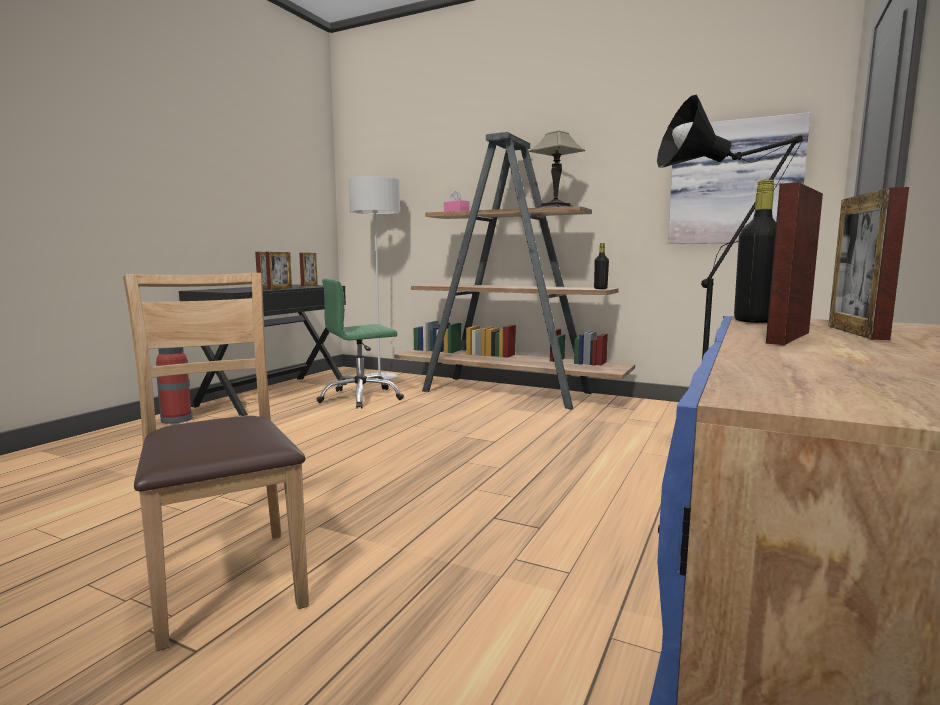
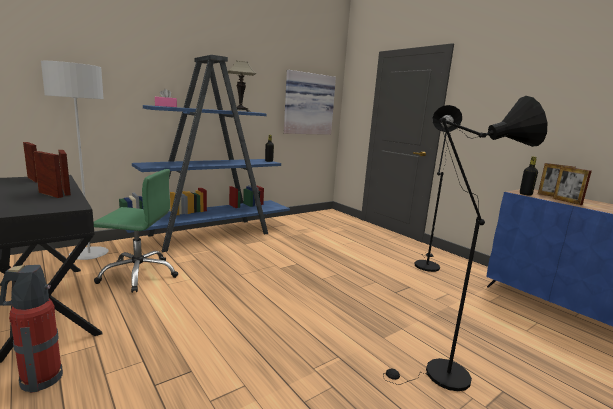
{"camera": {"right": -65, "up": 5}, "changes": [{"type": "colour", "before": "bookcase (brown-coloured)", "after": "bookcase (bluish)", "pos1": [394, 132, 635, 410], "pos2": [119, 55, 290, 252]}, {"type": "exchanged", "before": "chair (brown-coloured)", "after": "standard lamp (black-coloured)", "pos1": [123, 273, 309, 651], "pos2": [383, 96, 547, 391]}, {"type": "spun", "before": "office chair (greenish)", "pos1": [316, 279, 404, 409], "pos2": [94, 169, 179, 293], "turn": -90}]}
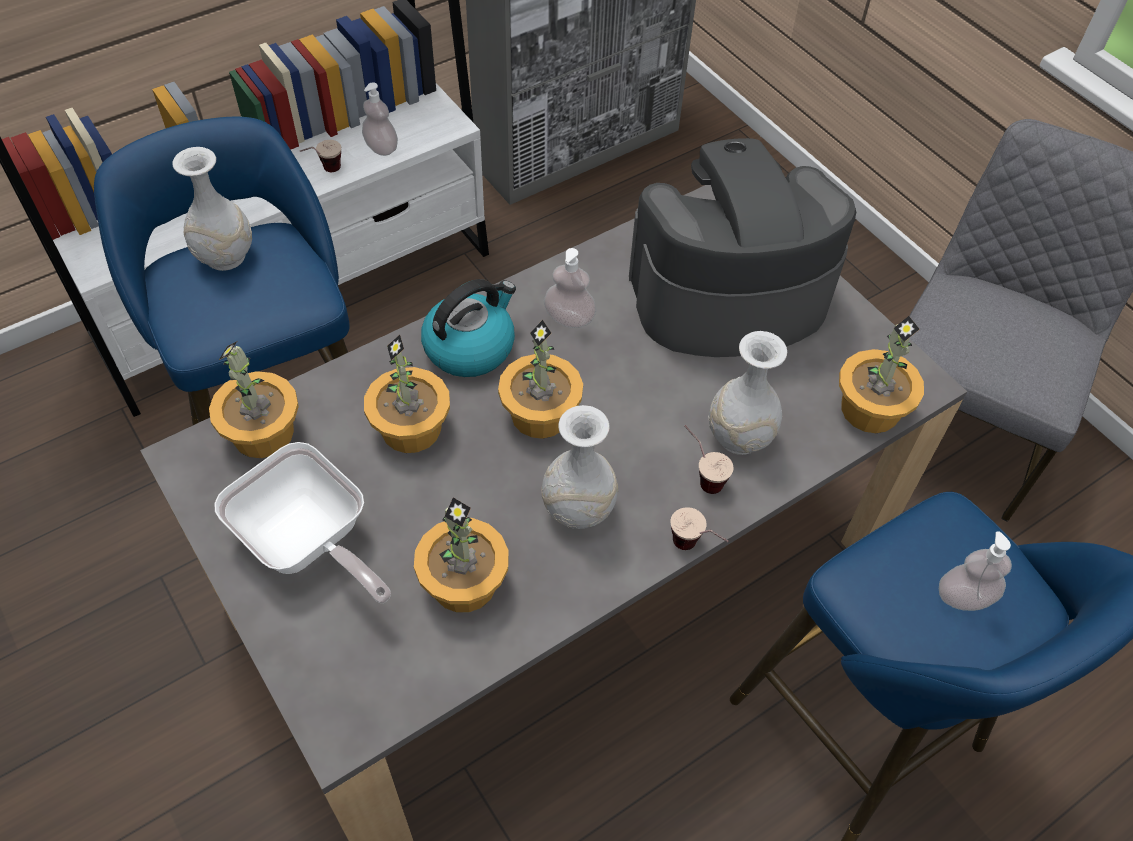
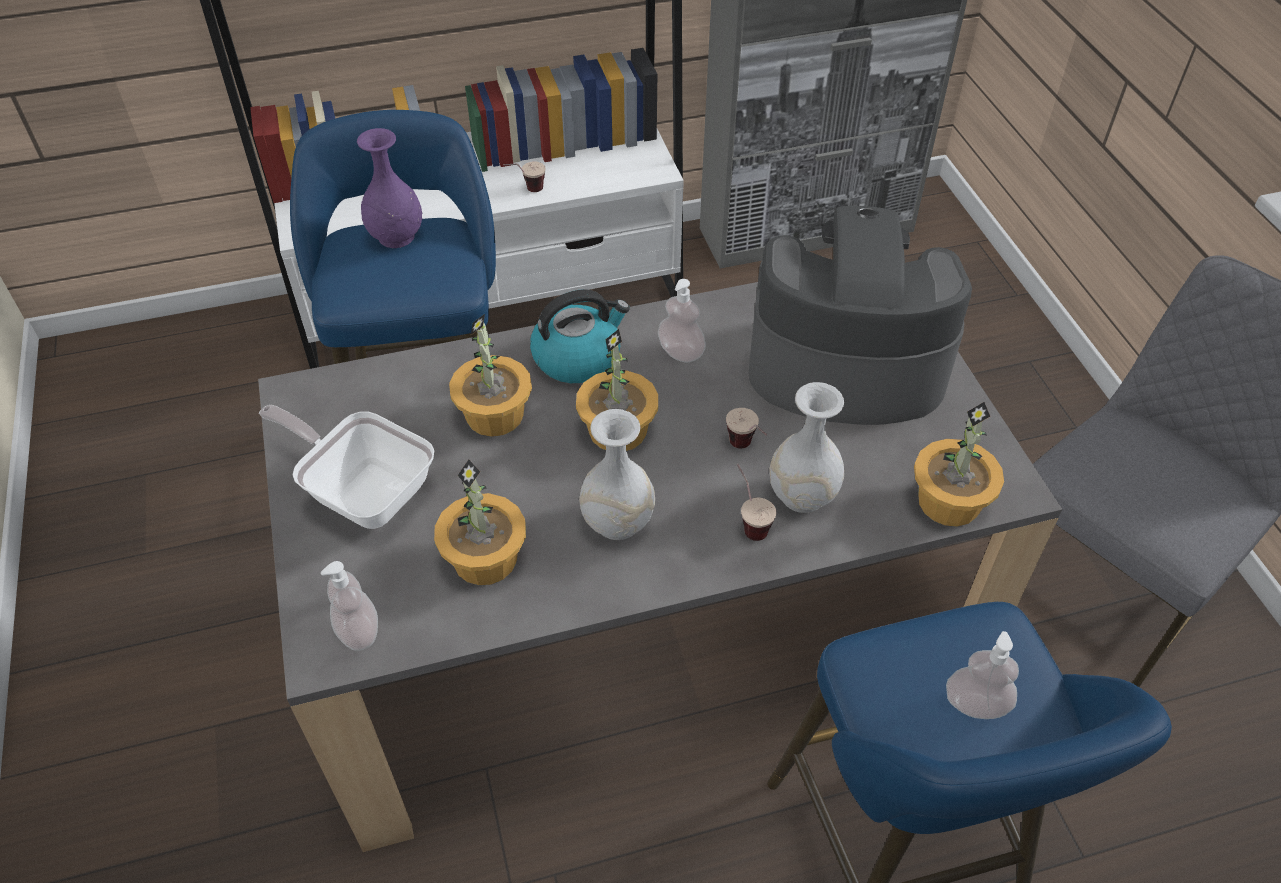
{"camera": {"right": 20, "up": -5}, "changes": [{"type": "relocated", "before": "liquid soap bottle", "pos1": [362, 82, 398, 156], "pos2": [321, 561, 378, 651]}, {"type": "colour", "before": "decorative vase (white-coloured)", "after": "decorative vase (purple)", "pos1": [172, 147, 252, 271], "pos2": [357, 128, 422, 248]}, {"type": "missing", "before": "potted plant", "pos1": [209, 342, 299, 458]}, {"type": "spun", "before": "frying pan", "pos1": [214, 442, 391, 603], "pos2": [259, 405, 434, 529], "turn": 150}, {"type": "relocated", "before": "cup", "pos1": [671, 507, 729, 550], "pos2": [726, 408, 767, 448]}]}
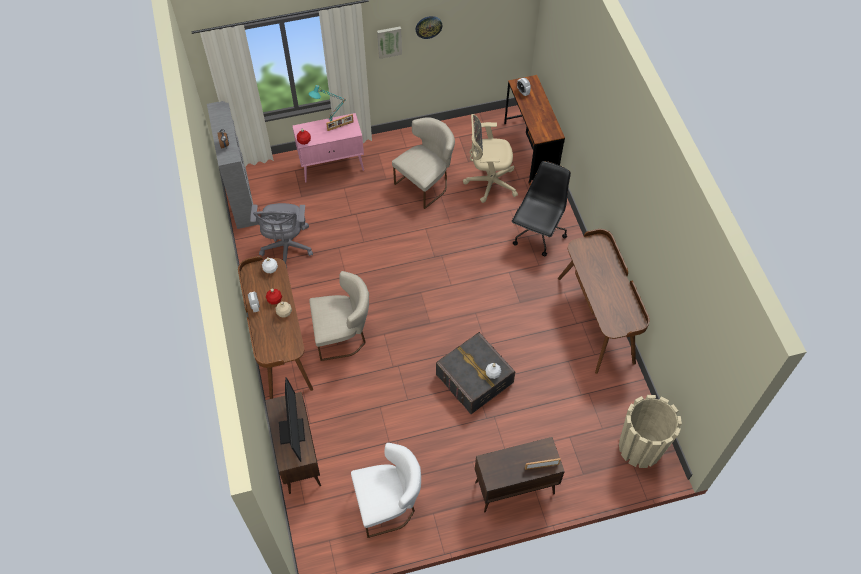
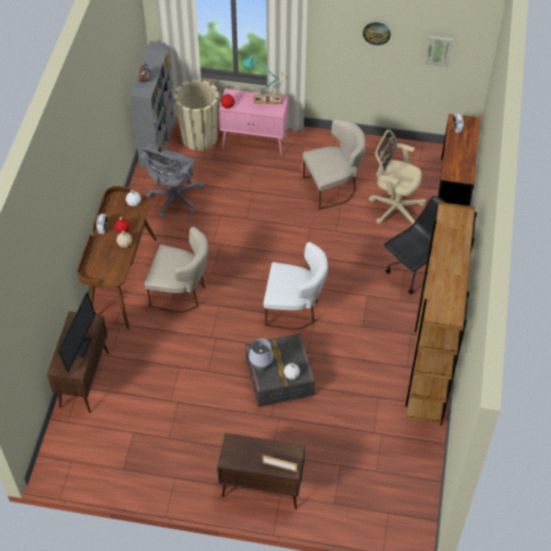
{"camera": {"right": 25, "up": -5}, "changes": [{"type": "relocated", "before": "wall picture", "pos1": [377, 27, 402, 59], "pos2": [425, 36, 453, 67]}, {"type": "exchanged", "before": "desk (brown-coloured)", "after": "bookcase (brown-coloured)", "pos1": [558, 229, 650, 374], "pos2": [405, 202, 477, 425]}, {"type": "relocated", "before": "plant pot (sand-coloured)", "pos1": [619, 395, 682, 468], "pos2": [174, 80, 219, 151]}, {"type": "relocated", "before": "chair (white-coloured)", "pos1": [351, 443, 421, 538], "pos2": [264, 242, 328, 330]}, {"type": "appeared", "after": "lamp for a table (gray)", "pos2": [249, 338, 274, 372]}]}
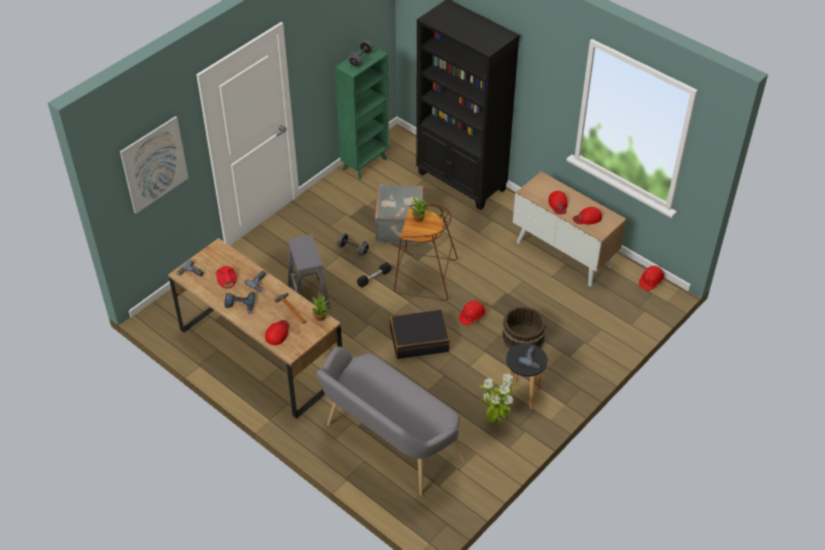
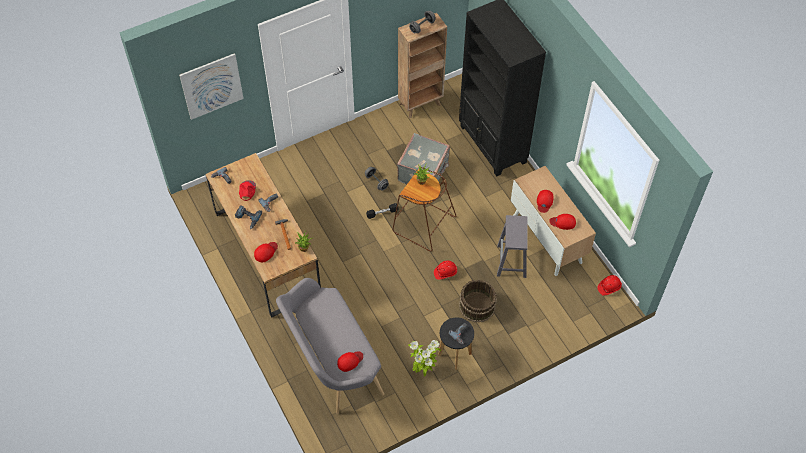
{"camera": {"right": 20, "up": 10}, "changes": [{"type": "colour", "before": "bookcase (greenish)", "after": "bookcase (brown-coloured)", "pos1": [335, 46, 389, 179], "pos2": [398, 13, 447, 118]}, {"type": "relocated", "before": "stool seat (gray)", "pos1": [288, 235, 331, 309], "pos2": [497, 215, 528, 278]}, {"type": "missing", "before": "piece of luggage (black-coloured)", "pos1": [390, 309, 450, 359]}, {"type": "appeared", "after": "peaked cap (red)", "pos2": [337, 351, 363, 372]}]}
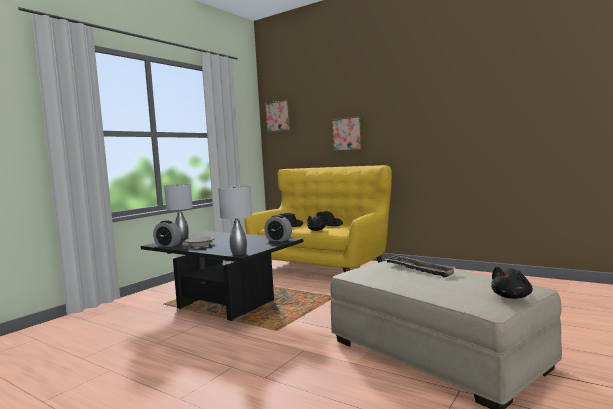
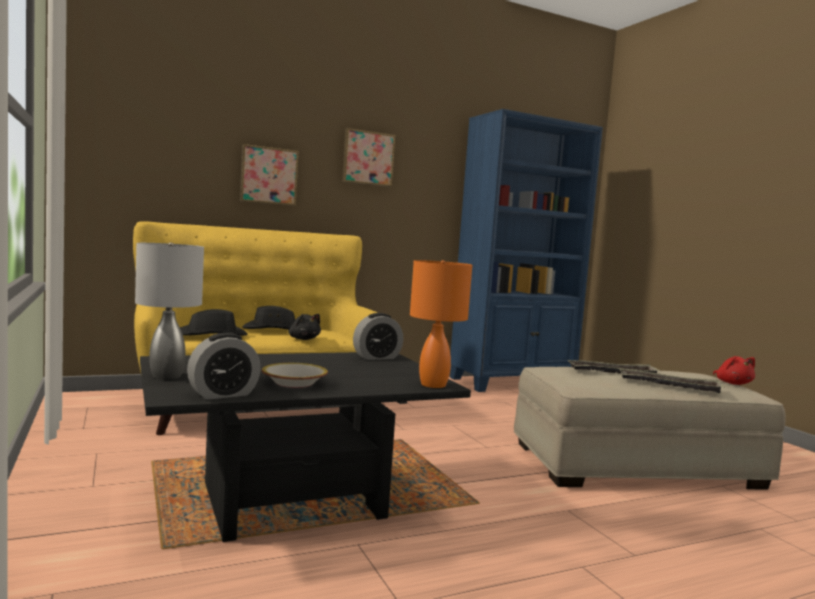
{"camera": {"right": -60, "up": 0}, "changes": [{"type": "relocated", "before": "wall picture", "pos1": [265, 100, 292, 133], "pos2": [342, 128, 395, 187]}, {"type": "colour", "before": "lamp for a table (gray)", "after": "lamp for a table (orangey)", "pos1": [218, 186, 252, 255], "pos2": [410, 260, 472, 388]}, {"type": "colour", "before": "cuddly toy (black-coloured)", "after": "cuddly toy (red)", "pos1": [491, 266, 533, 299], "pos2": [713, 356, 755, 385]}, {"type": "appeared", "after": "bookcase (bluish)", "pos2": [450, 109, 603, 392]}, {"type": "appeared", "after": "carrying tray", "pos2": [619, 368, 724, 393]}]}
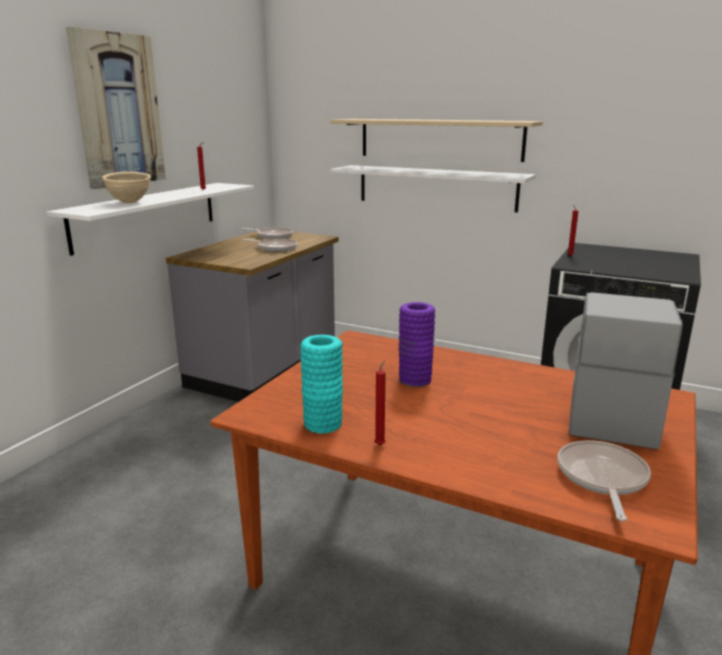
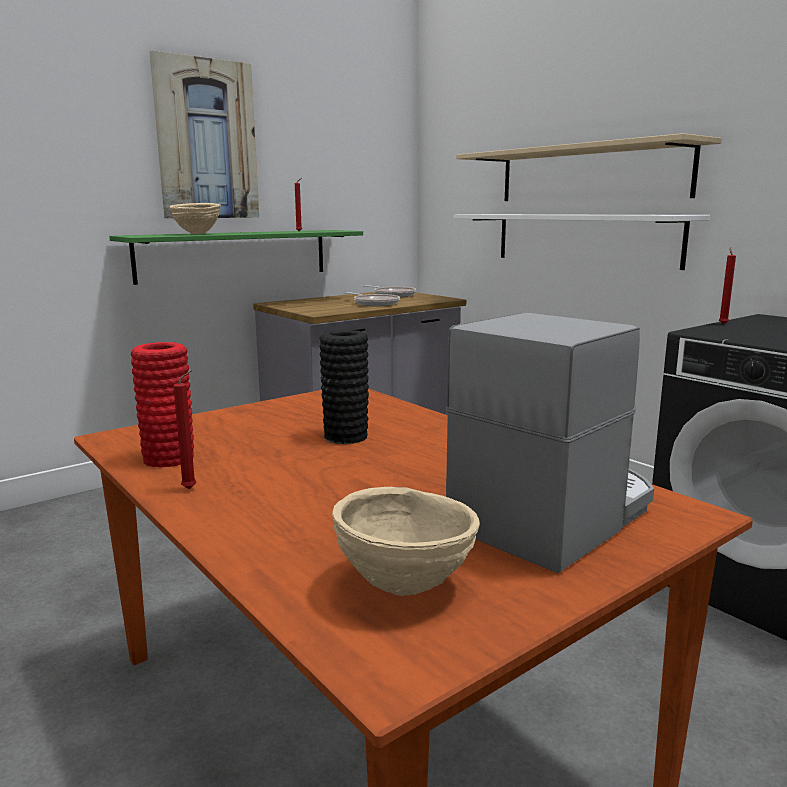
{"camera": {"right": 25, "up": -5}, "changes": [{"type": "colour", "before": "shelf (white-coloured)", "after": "shelf (greenish)", "pos1": [46, 183, 254, 256], "pos2": [109, 230, 363, 285]}, {"type": "colour", "before": "decorative vase (purple)", "after": "decorative vase (black-coloured)", "pos1": [399, 302, 435, 387], "pos2": [320, 330, 369, 444]}, {"type": "colour", "before": "decorative vase (turquoise)", "after": "decorative vase (red)", "pos1": [300, 335, 343, 434], "pos2": [131, 342, 194, 467]}, {"type": "exchanged", "before": "frying pan", "after": "deep dish (sand-coloured)", "pos1": [558, 440, 651, 521], "pos2": [332, 487, 480, 596]}]}
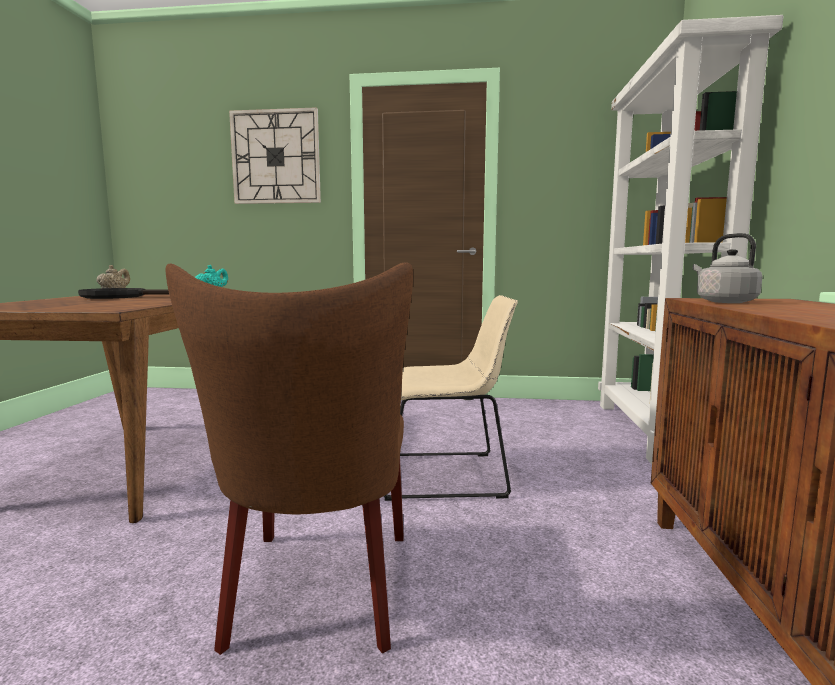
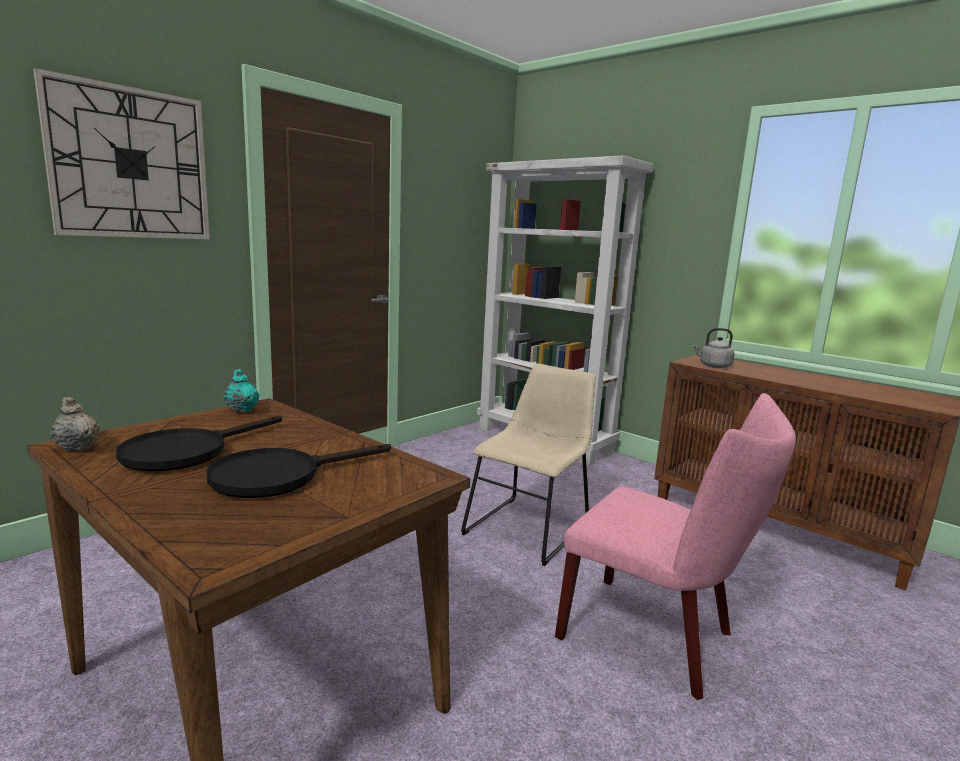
{"camera": {"right": -55, "up": 5}, "changes": [{"type": "colour", "before": "chair (brown-coloured)", "after": "chair (pinkish)", "pos1": [166, 262, 413, 655], "pos2": [555, 393, 796, 700]}, {"type": "appeared", "after": "frying pan (black-coloured)", "pos2": [206, 444, 391, 498]}]}
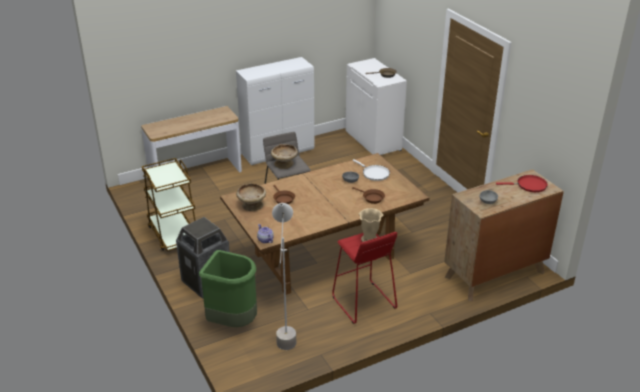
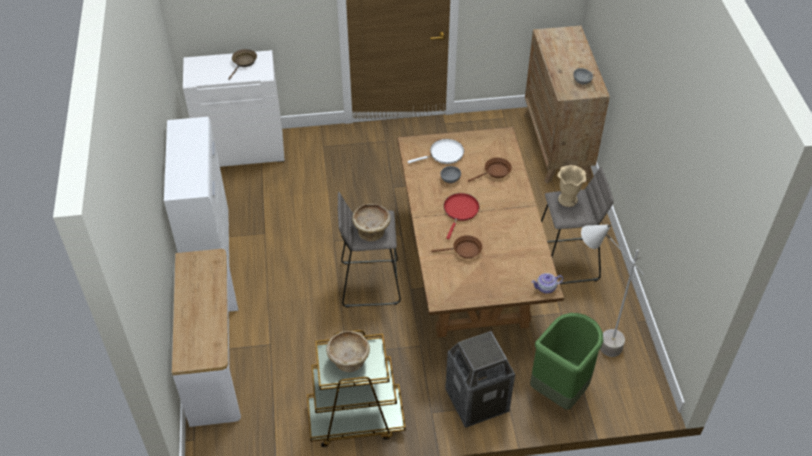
{"camera": {"right": -70, "up": 15}, "changes": [{"type": "relocated", "before": "frying pan (red)", "pos1": [496, 175, 548, 192], "pos2": [444, 193, 479, 239]}, {"type": "relocated", "before": "deep dish (sand-coloured)", "pos1": [236, 184, 266, 211], "pos2": [326, 331, 370, 372]}, {"type": "colour", "before": "stool seat (red)", "after": "stool seat (gray)", "pos1": [332, 232, 397, 324], "pos2": [541, 167, 614, 284]}]}
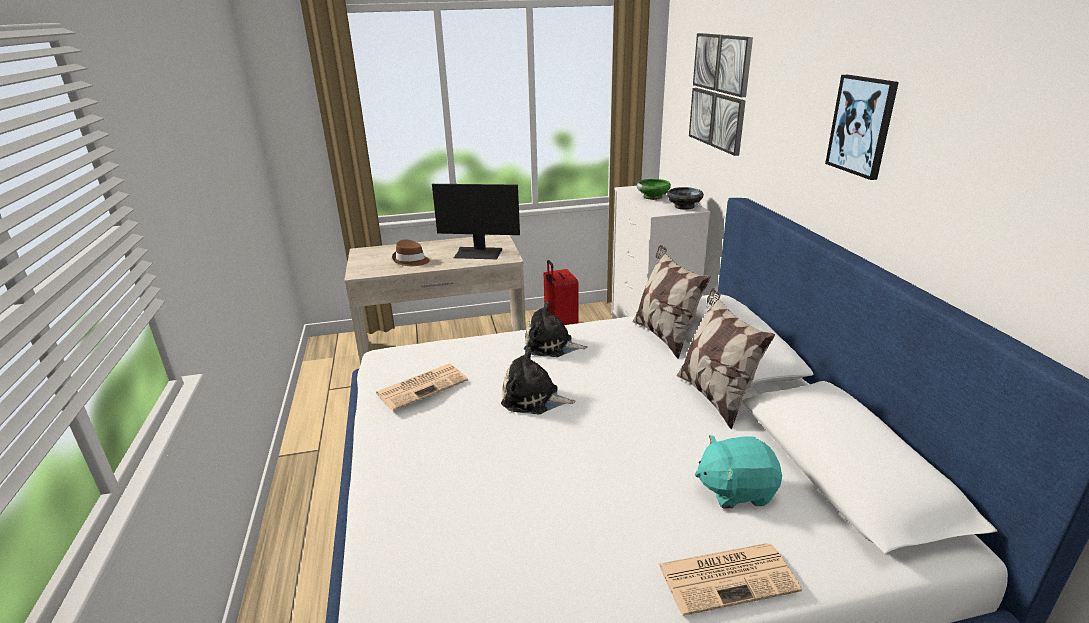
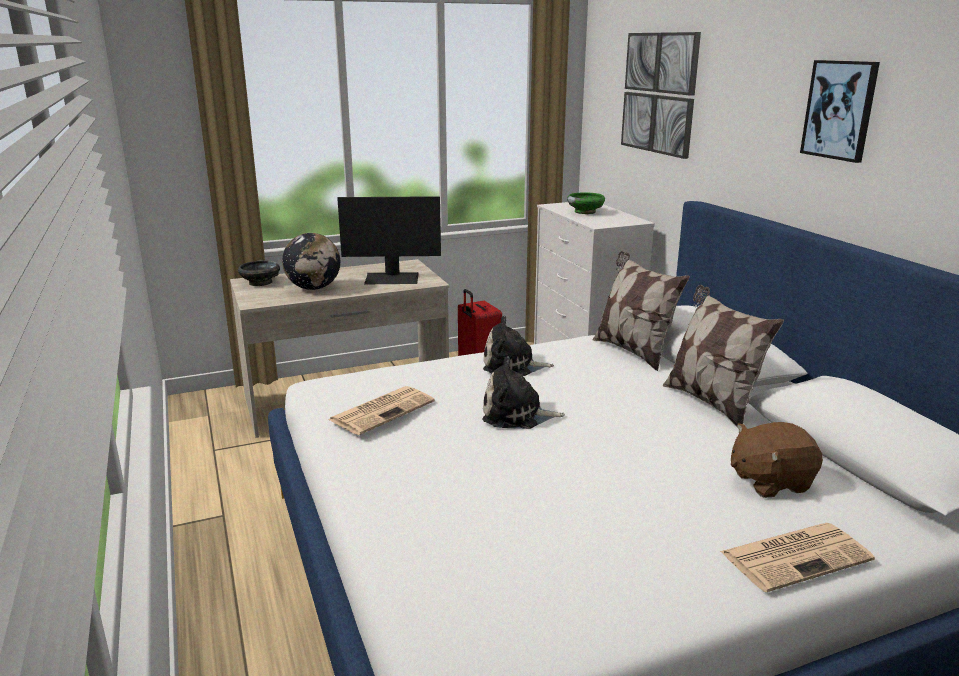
{"camera": {"right": -10, "up": -5}, "changes": [{"type": "relocated", "before": "deep dish (black-coloured)", "pos1": [667, 187, 704, 210], "pos2": [238, 260, 280, 286]}, {"type": "exchanged", "before": "clothing hat (brown-coloured)", "after": "world globe", "pos1": [392, 239, 430, 266], "pos2": [282, 233, 340, 290]}, {"type": "colour", "before": "cuddly toy (turquoise)", "after": "cuddly toy (brown-coloured)", "pos1": [695, 435, 782, 509], "pos2": [731, 422, 823, 498]}]}
